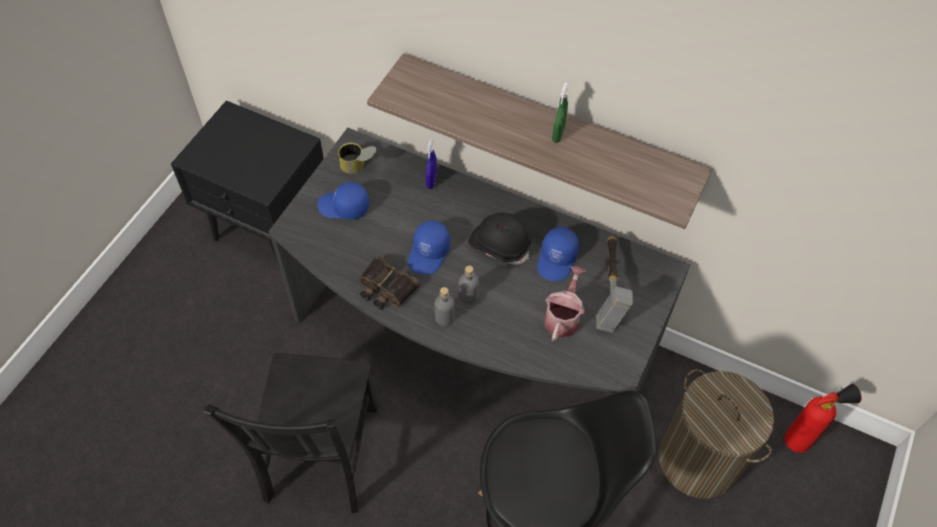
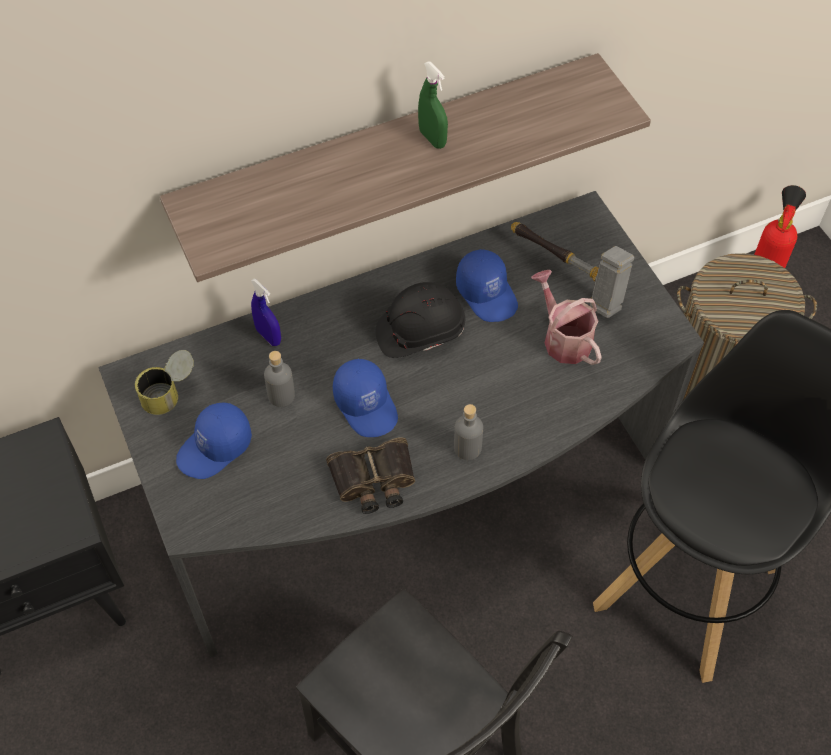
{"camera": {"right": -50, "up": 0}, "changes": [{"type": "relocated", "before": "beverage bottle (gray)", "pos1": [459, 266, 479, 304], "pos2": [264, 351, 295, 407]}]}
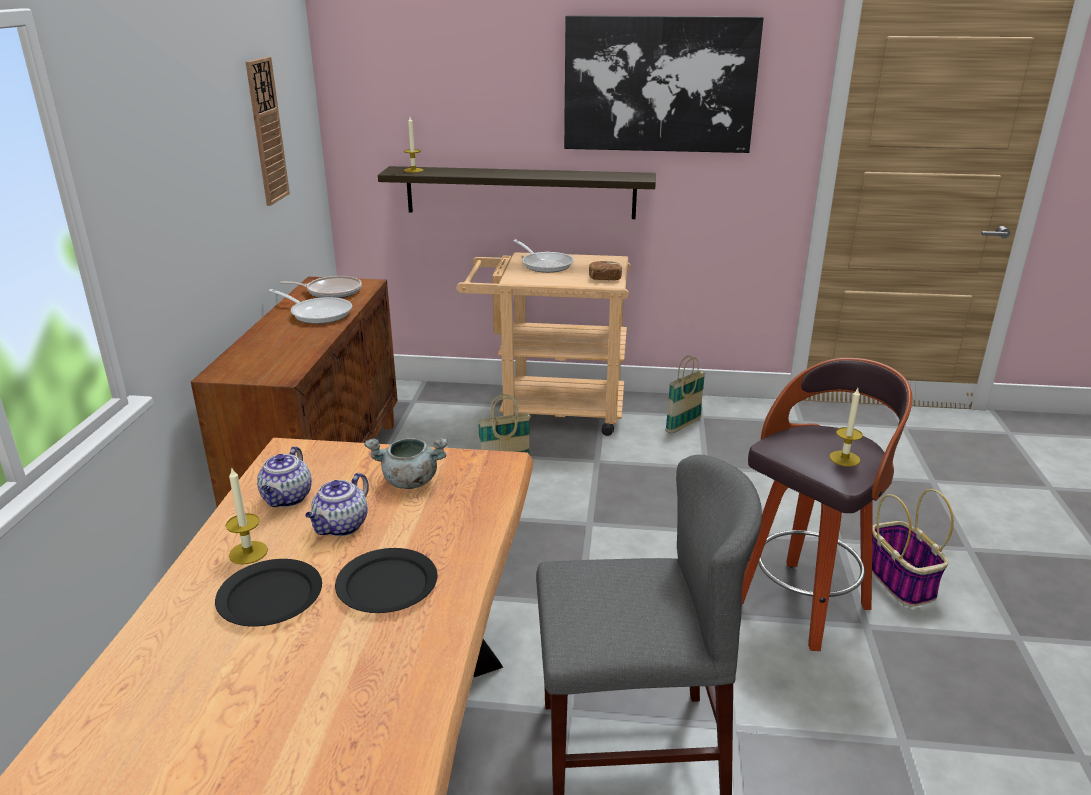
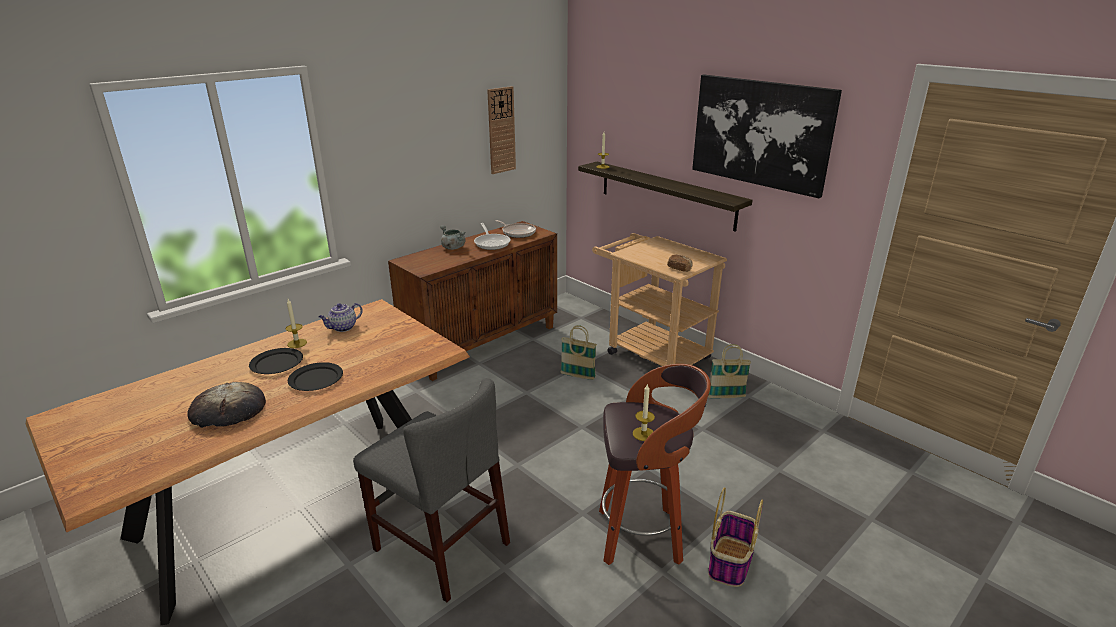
{"camera": {"right": 40, "up": 0}, "changes": [{"type": "missing", "before": "frying pan", "pos1": [513, 240, 574, 273]}, {"type": "relocated", "before": "stockpot (gray)", "pos1": [364, 438, 448, 489], "pos2": [440, 225, 466, 250]}, {"type": "missing", "before": "teapot", "pos1": [305, 473, 369, 536]}, {"type": "appeared", "after": "baked bread", "pos2": [187, 382, 266, 428]}]}
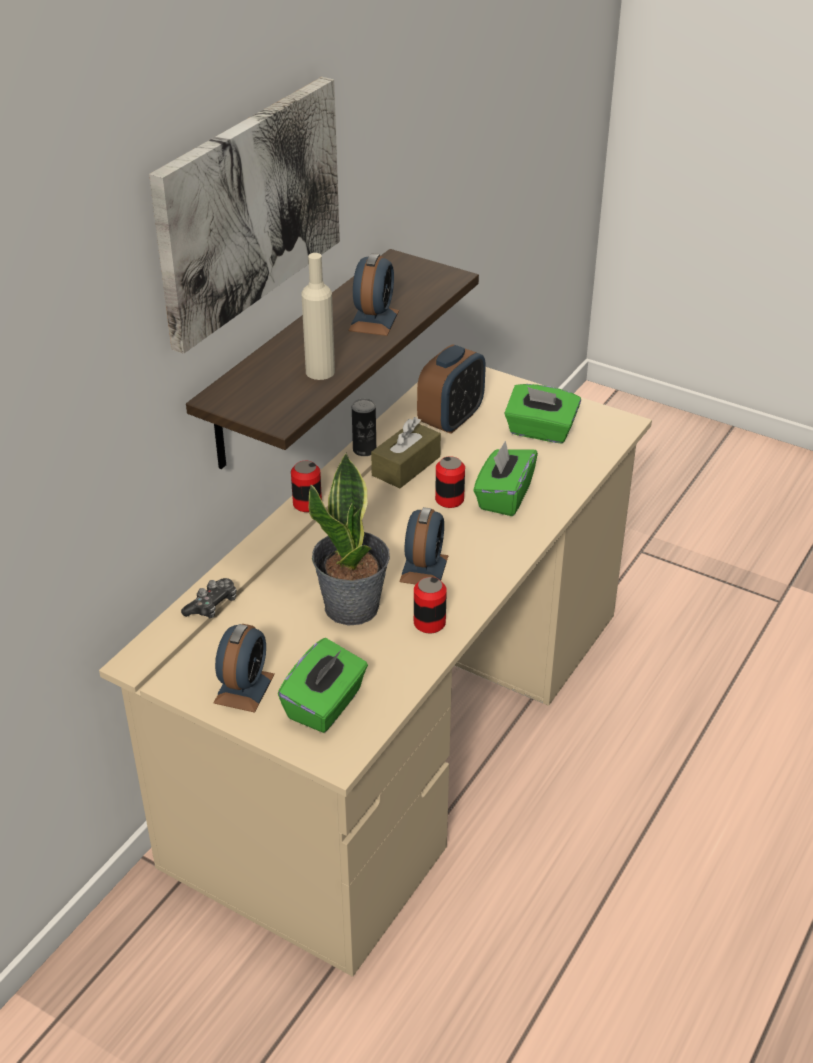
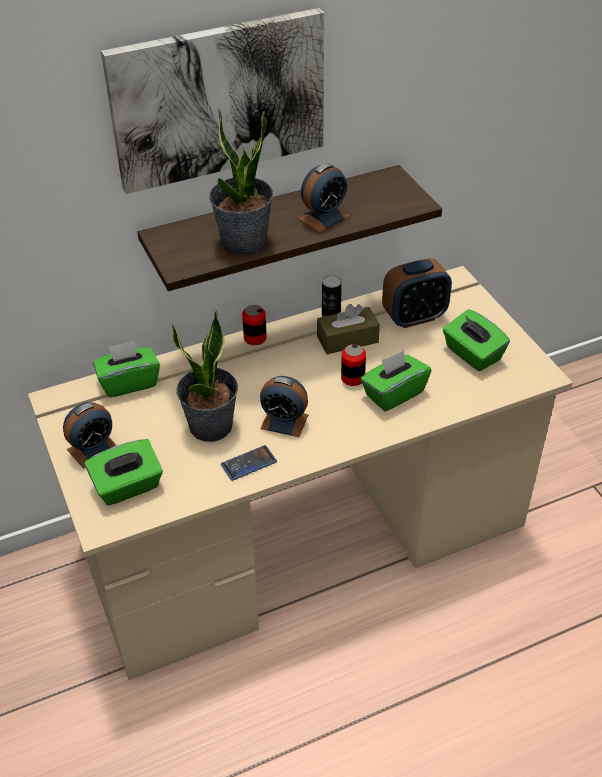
{"camera": {"right": 35, "up": 5}, "changes": [{"type": "exchanged", "before": "beverage bottle (sand-coloured)", "after": "potted plant", "pos1": [301, 253, 335, 380], "pos2": [209, 110, 273, 255]}, {"type": "spun", "before": "bedside clock", "pos1": [399, 507, 448, 584], "pos2": [260, 376, 309, 437], "turn": 60}, {"type": "exchanged", "before": "can", "after": "handset", "pos1": [414, 577, 447, 633], "pos2": [221, 445, 277, 481]}, {"type": "exchanged", "before": "joypad", "after": "tissue holder (greenish)", "pos1": [181, 578, 237, 618], "pos2": [93, 341, 160, 397]}]}
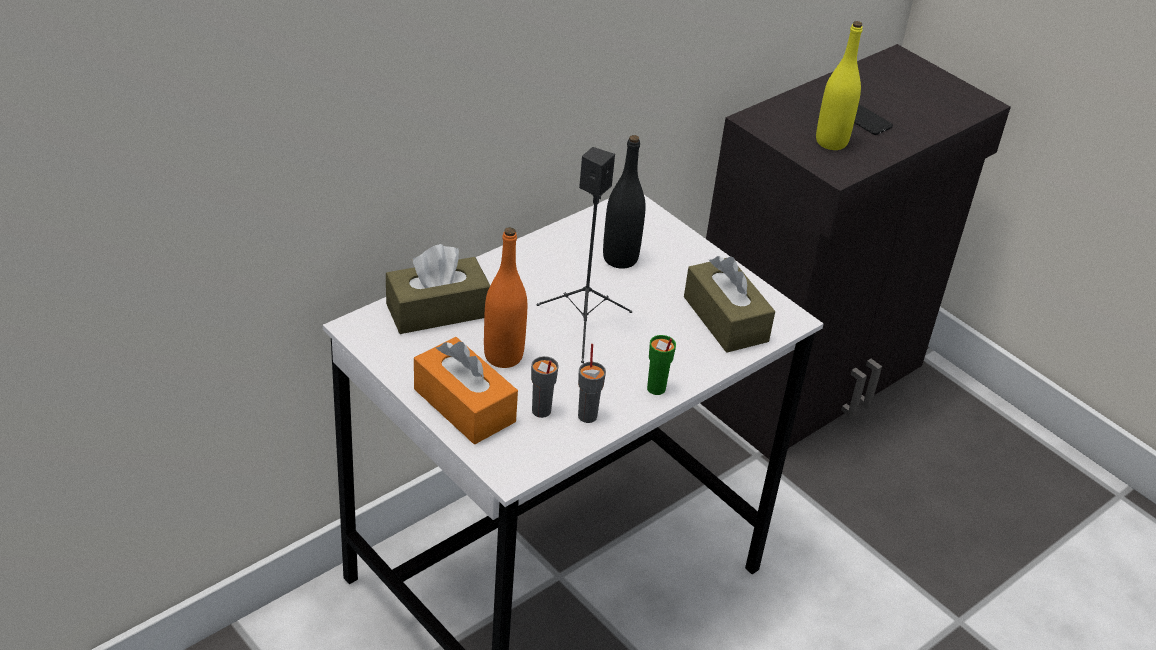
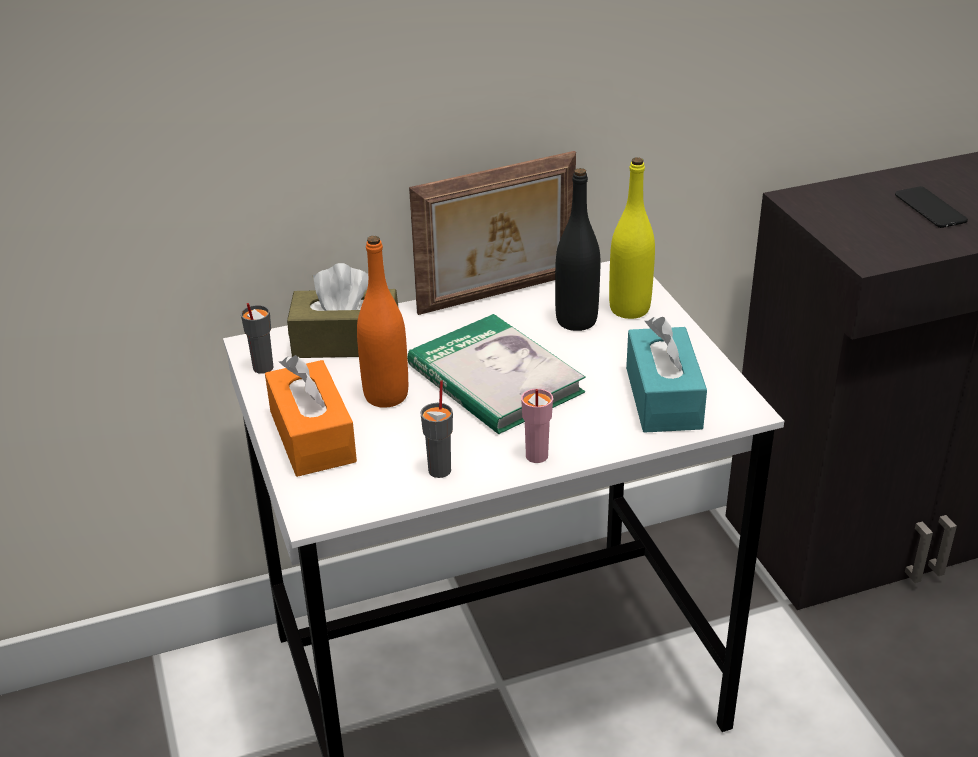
{"camera": {"right": 25, "up": -5}, "changes": [{"type": "relocated", "before": "beverage bottle (yellowish)", "pos1": [816, 21, 863, 150], "pos2": [609, 157, 655, 319]}, {"type": "exchanged", "before": "loudspeaker (black-coloured)", "after": "bound book", "pos1": [537, 147, 632, 363], "pos2": [407, 314, 586, 434]}, {"type": "colour", "before": "tissue holder (brown-coloured)", "after": "tissue holder (turquoise)", "pos1": [684, 256, 775, 353], "pos2": [626, 317, 707, 433]}, {"type": "colour", "before": "cup (greenish)", "after": "cup (pinkish)", "pos1": [647, 335, 676, 395], "pos2": [521, 389, 553, 463]}, {"type": "relocated", "before": "cup (gray)", "pos1": [531, 356, 559, 418], "pos2": [241, 303, 274, 374]}, {"type": "appeared", "after": "standing frame", "pos2": [409, 151, 576, 315]}]}
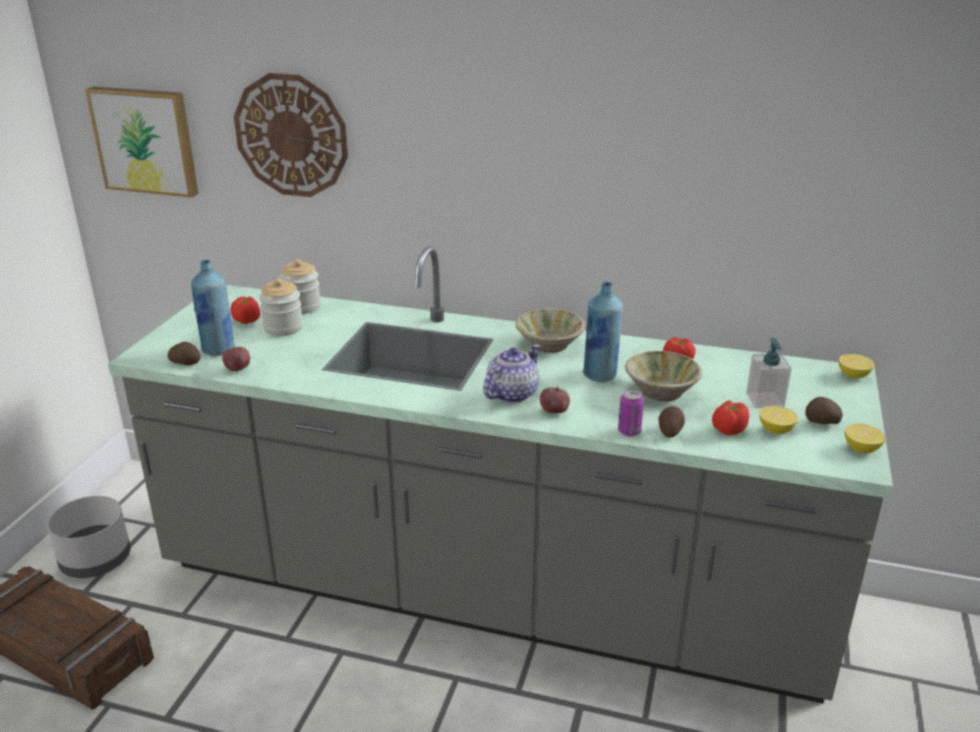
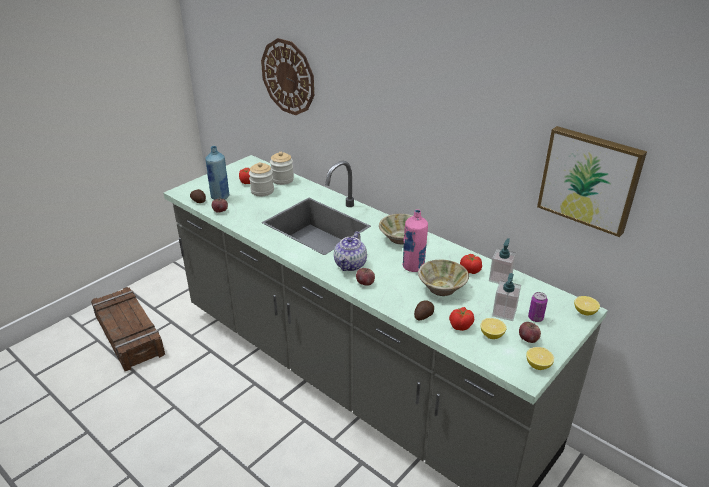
{"camera": {"right": 25, "up": 5}, "changes": [{"type": "relocated", "before": "wall picture", "pos1": [85, 87, 199, 198], "pos2": [537, 126, 647, 237]}, {"type": "colour", "before": "beverage bottle (bluish)", "after": "beverage bottle (pinkish)", "pos1": [583, 282, 623, 382], "pos2": [402, 209, 428, 272]}, {"type": "spun", "before": "teapot", "pos1": [483, 344, 540, 403], "pos2": [334, 232, 367, 271], "turn": 135}, {"type": "relocated", "before": "can", "pos1": [618, 389, 644, 436], "pos2": [528, 292, 548, 322]}, {"type": "exchanged", "before": "spud", "after": "apple fruit", "pos1": [805, 397, 843, 424], "pos2": [519, 322, 541, 343]}, {"type": "missing", "before": "plant pot (gray)", "pos1": [47, 496, 131, 578]}, {"type": "appeared", "after": "liquid soap bottle", "pos2": [489, 238, 516, 284]}]}
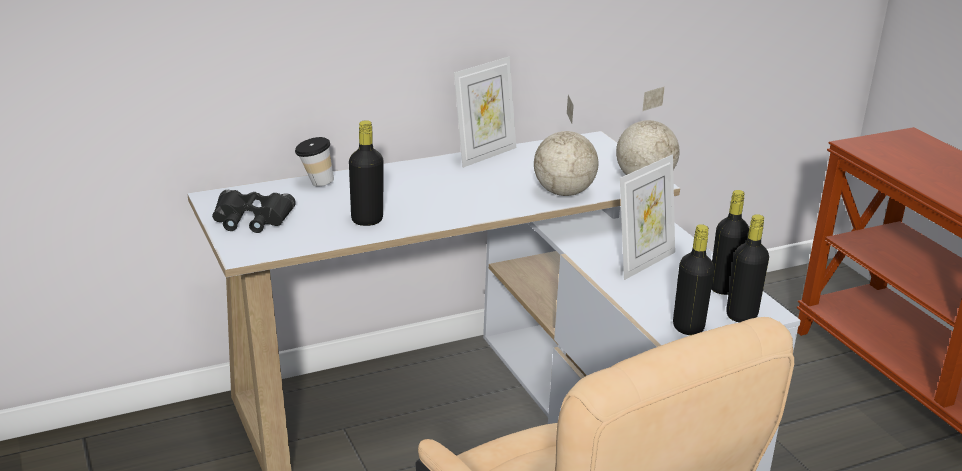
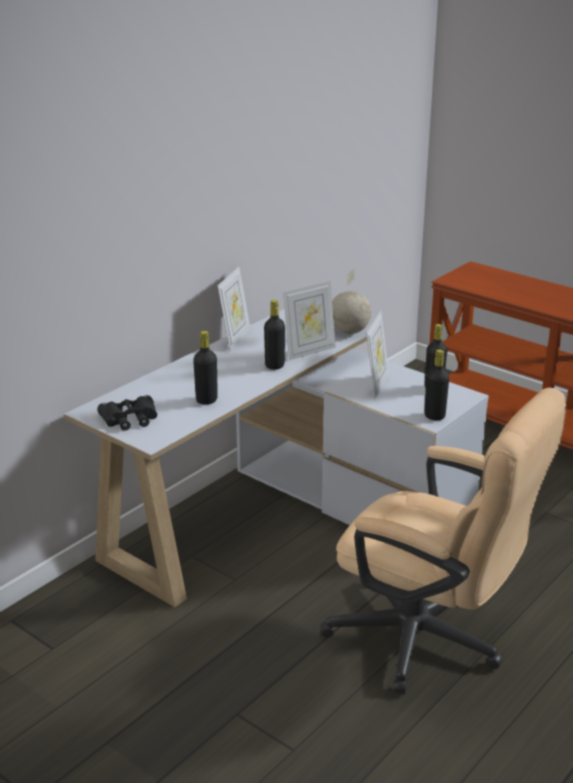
{"camera": {"right": -25, "up": 0}, "changes": [{"type": "exchanged", "before": "world globe", "after": "standing frame", "pos1": [534, 95, 598, 196], "pos2": [283, 281, 336, 360]}, {"type": "missing", "before": "cup", "pos1": [295, 137, 334, 187]}, {"type": "relocated", "before": "beverage bottle (black-coloured)", "pos1": [726, 214, 769, 323], "pos2": [264, 300, 285, 370]}]}
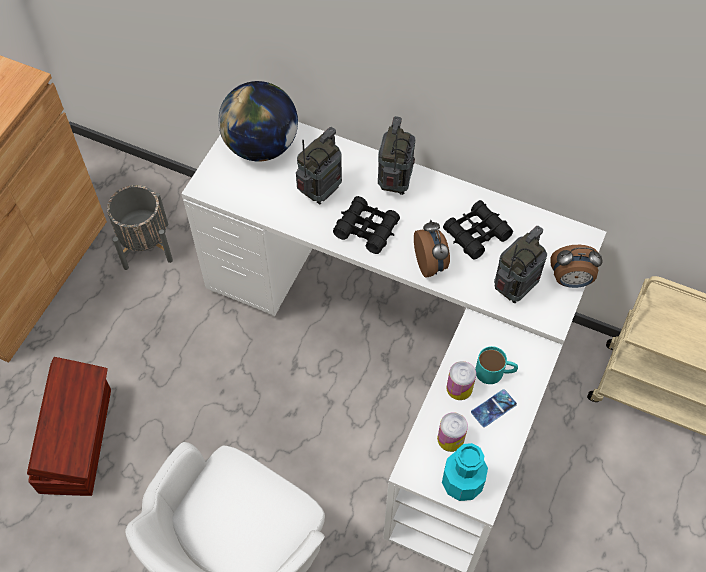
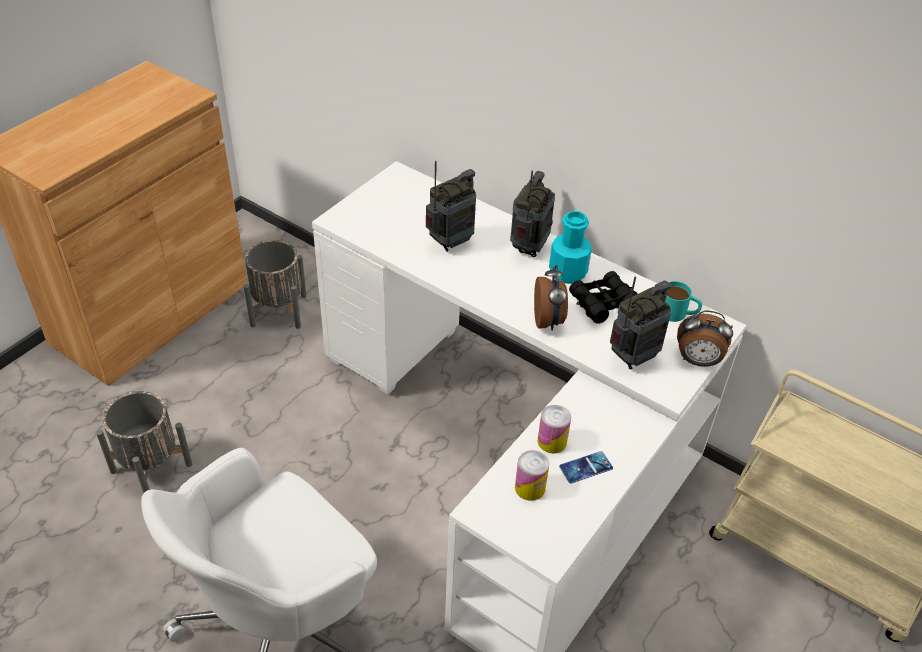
{"camera": {"right": 10, "up": -15}, "changes": [{"type": "missing", "before": "world globe", "pos1": [218, 81, 298, 162]}, {"type": "missing", "before": "field glasses (black-coloured)", "pos1": [333, 196, 400, 254]}, {"type": "relocated", "before": "coffee mug (turquoise)", "pos1": [475, 346, 518, 384], "pos2": [665, 281, 702, 322]}, {"type": "exchanged", "before": "storage bin (brown-coloured)", "after": "plant pot (gray)", "pos1": [27, 357, 111, 496], "pos2": [96, 391, 192, 494]}, {"type": "relocated", "before": "beverage bottle (turquoise)", "pos1": [442, 443, 488, 501], "pos2": [549, 211, 592, 284]}]}
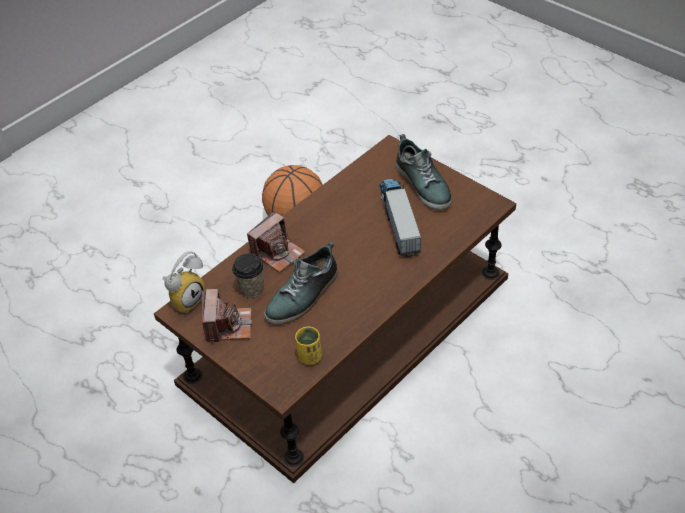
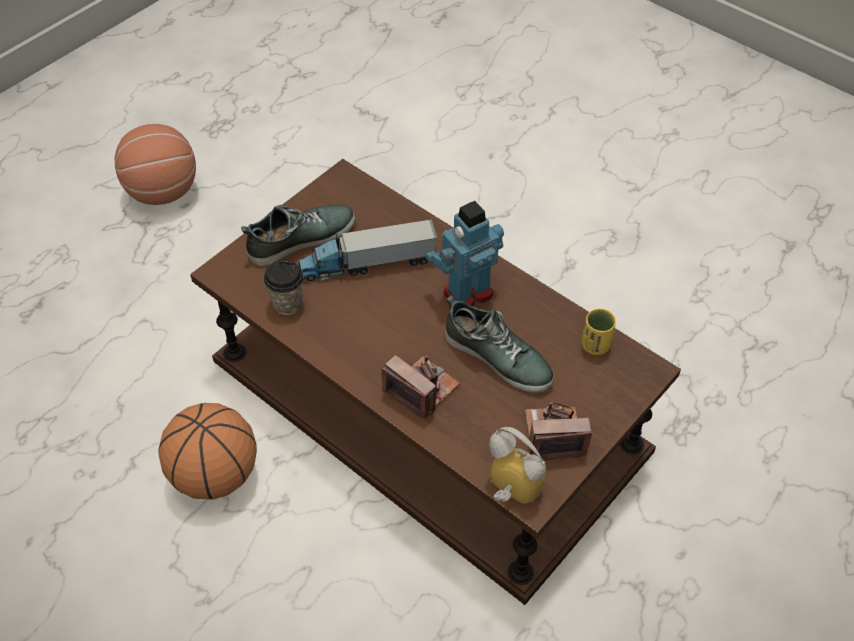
{"camera": {"right": -95, "up": 5}, "changes": [{"type": "relocated", "before": "cup", "pos1": [232, 254, 264, 298], "pos2": [264, 260, 303, 315]}, {"type": "appeared", "after": "basketball ball", "pos2": [115, 124, 196, 205]}, {"type": "appeared", "after": "model robot", "pos2": [426, 201, 504, 306]}]}
